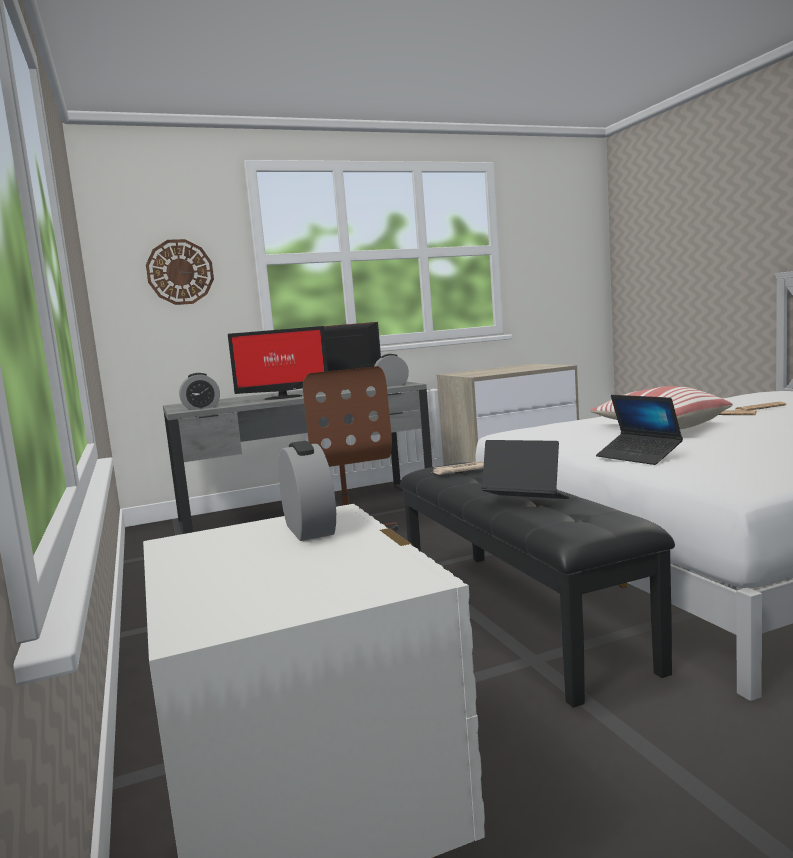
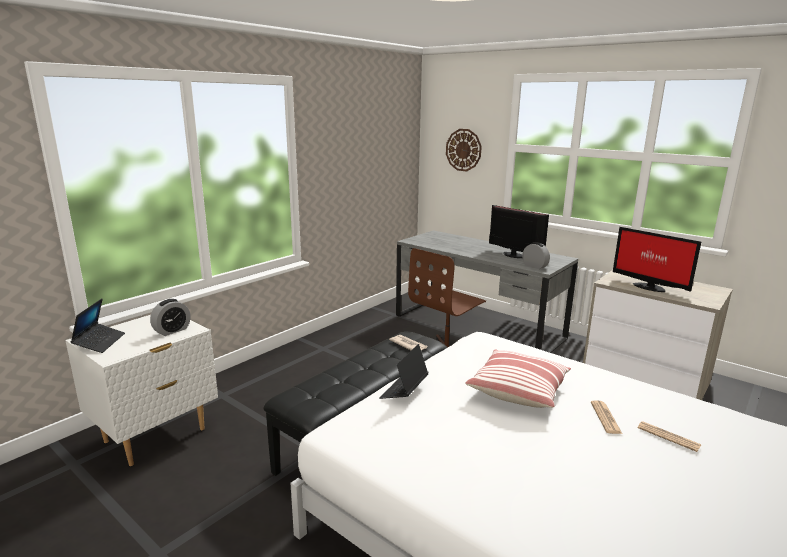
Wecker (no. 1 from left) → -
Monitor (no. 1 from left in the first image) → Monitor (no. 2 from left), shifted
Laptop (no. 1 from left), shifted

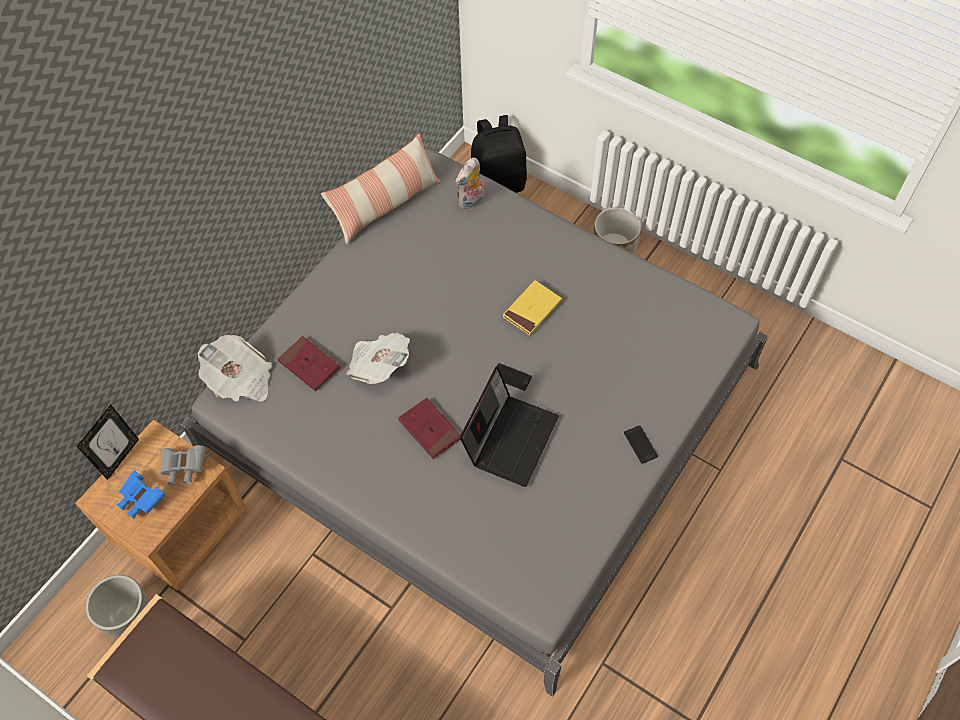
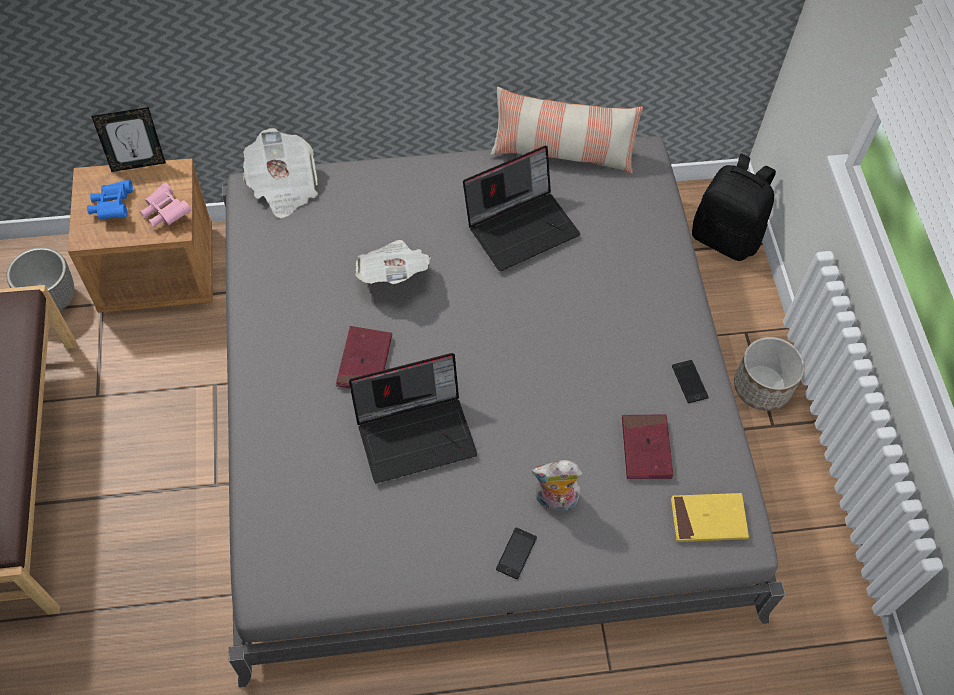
- → Laptop (no. 2 from left)
Buch/rot (no. 1 from left in the first image) → Buch/rot (no. 2 from left), shifted
Plüschtier, shifted
Handy (no. 1 from left in the first image) → Handy (no. 2 from left), shifted
Buch/gelb, shifted
Fernglas/grau → Fernglas/rosa

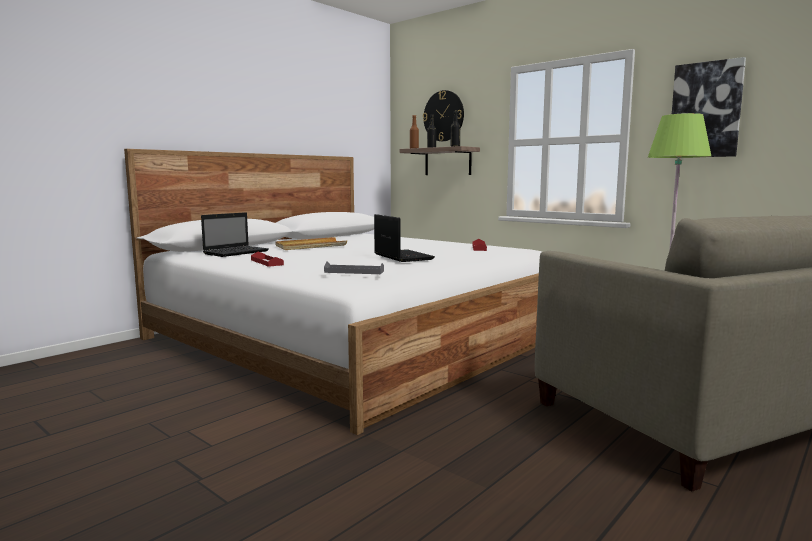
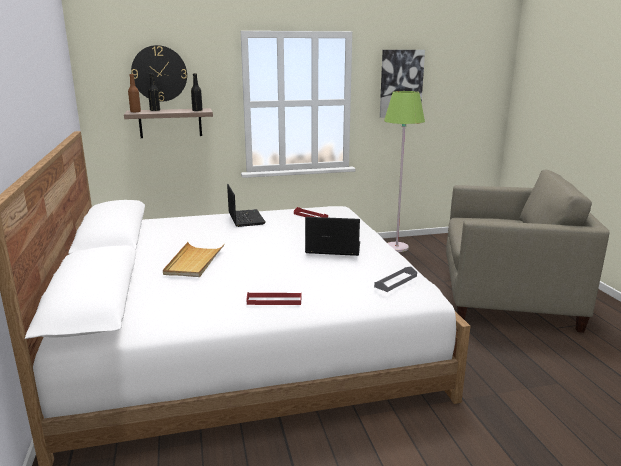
Laptop (no. 1 from left), shifted

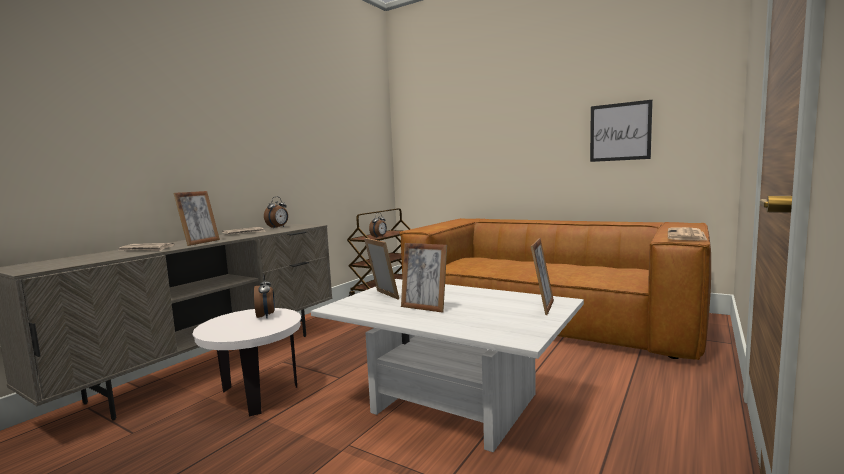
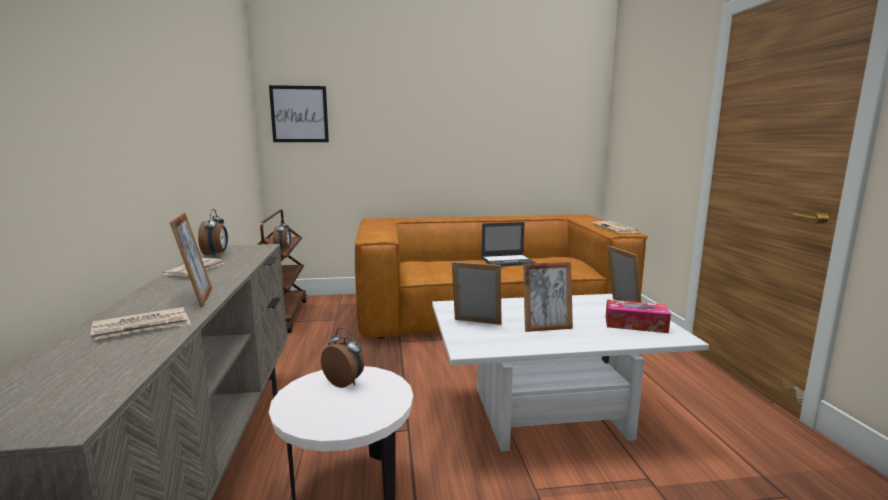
- → Laptop
- → Taschentuchbox
Bild, shifted

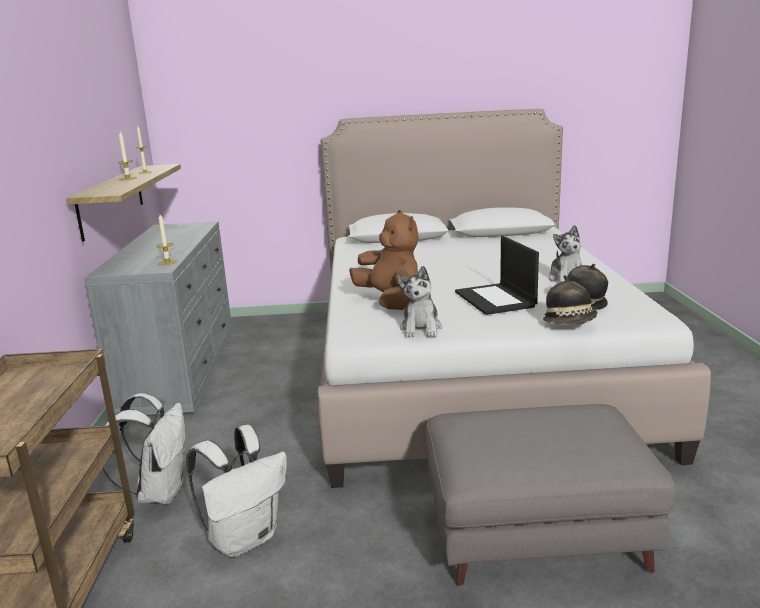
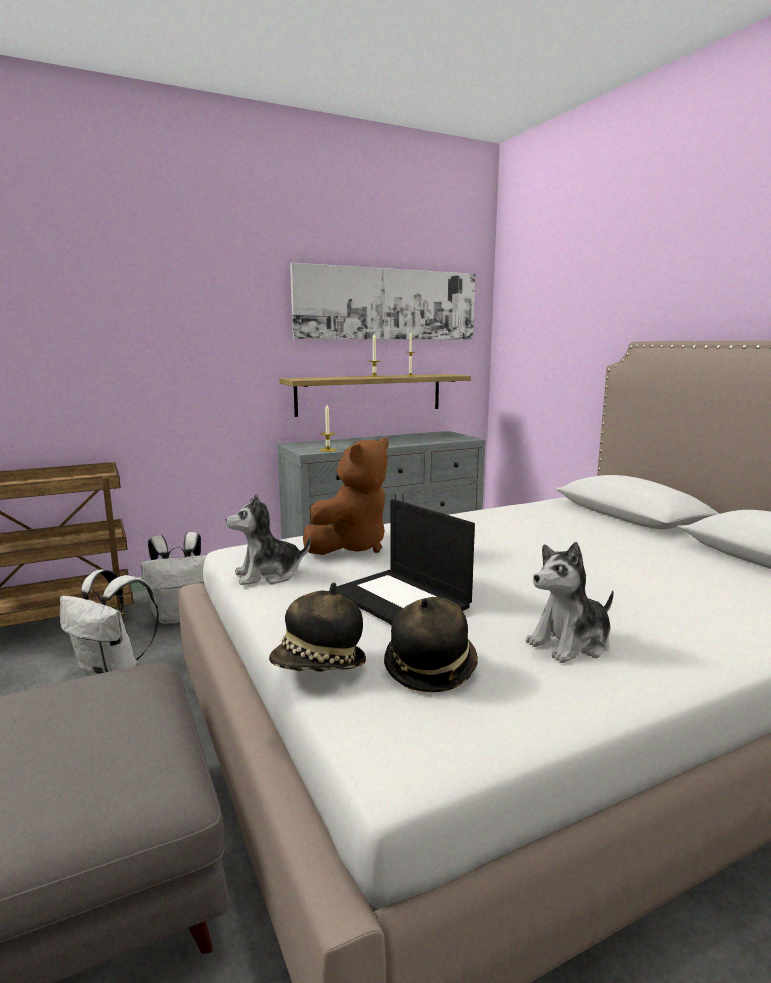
- → Bild
Laptop, 90 degrees counterclockwise

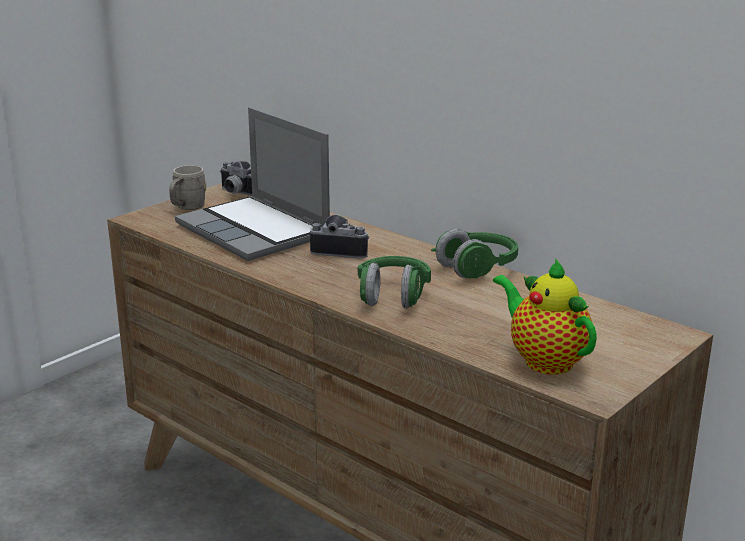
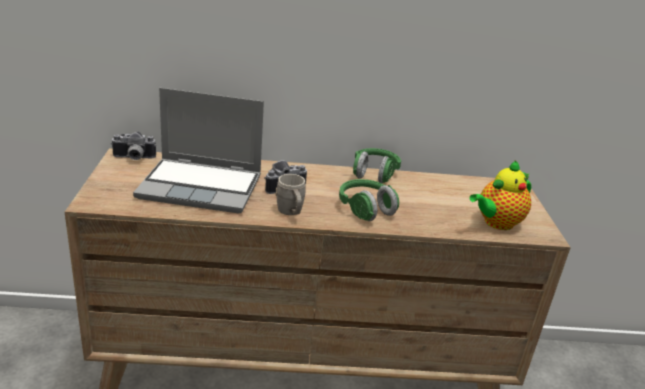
Henkelbecher/grau, shifted
Teekanne, 45 degrees counterclockwise

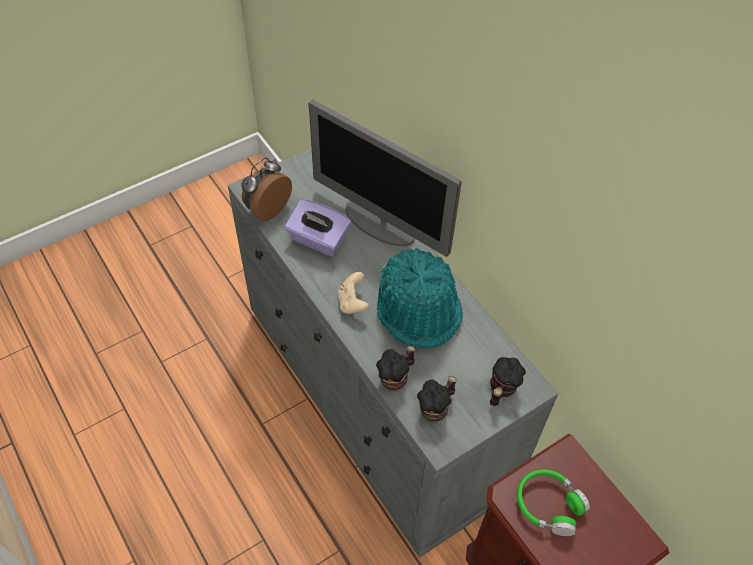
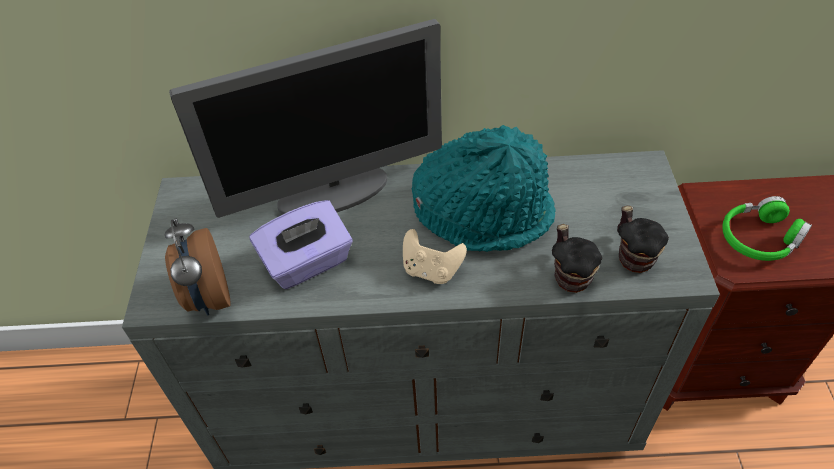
Henkelbecher (no. 3 from left) → -

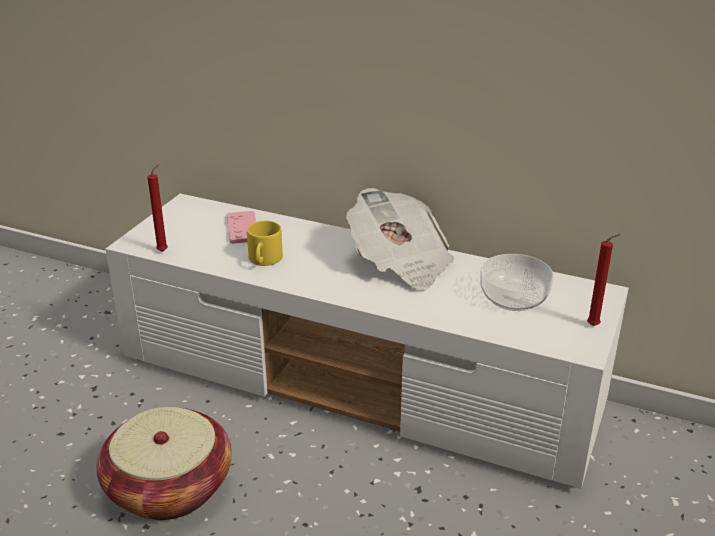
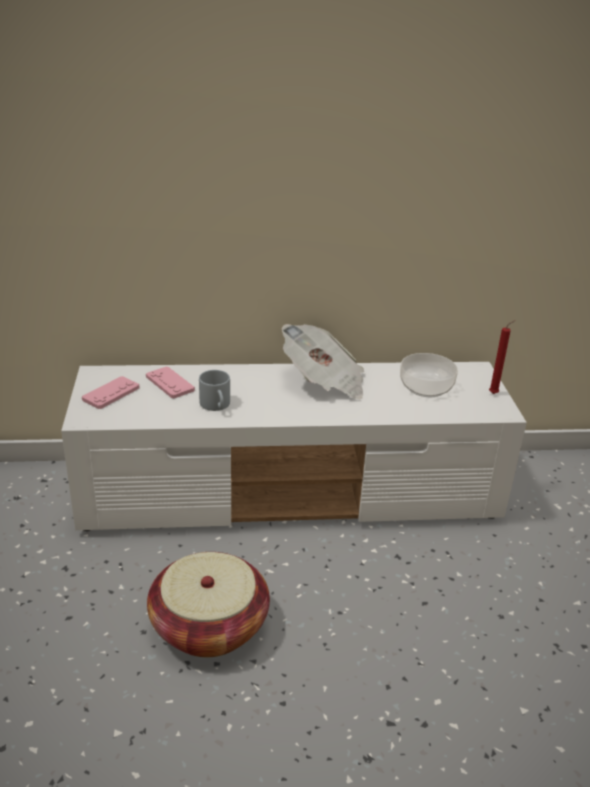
Kerze/rot (no. 1 from left) → -
- → Gamepad/rosa (no. 1 from left)
Henkelbecher/gelb → Henkelbecher/grau

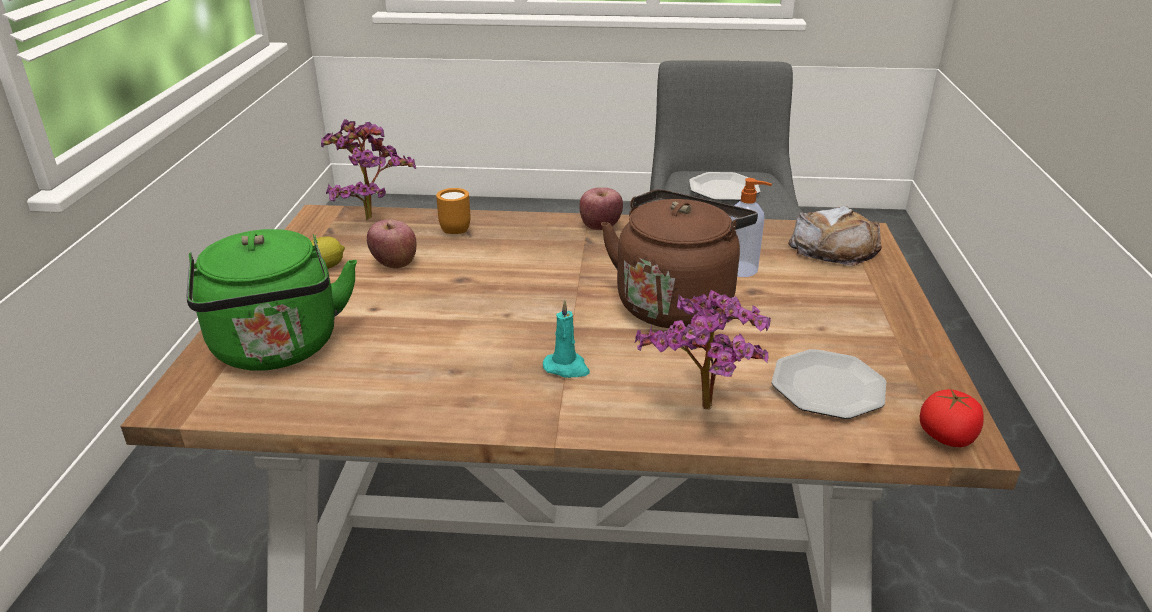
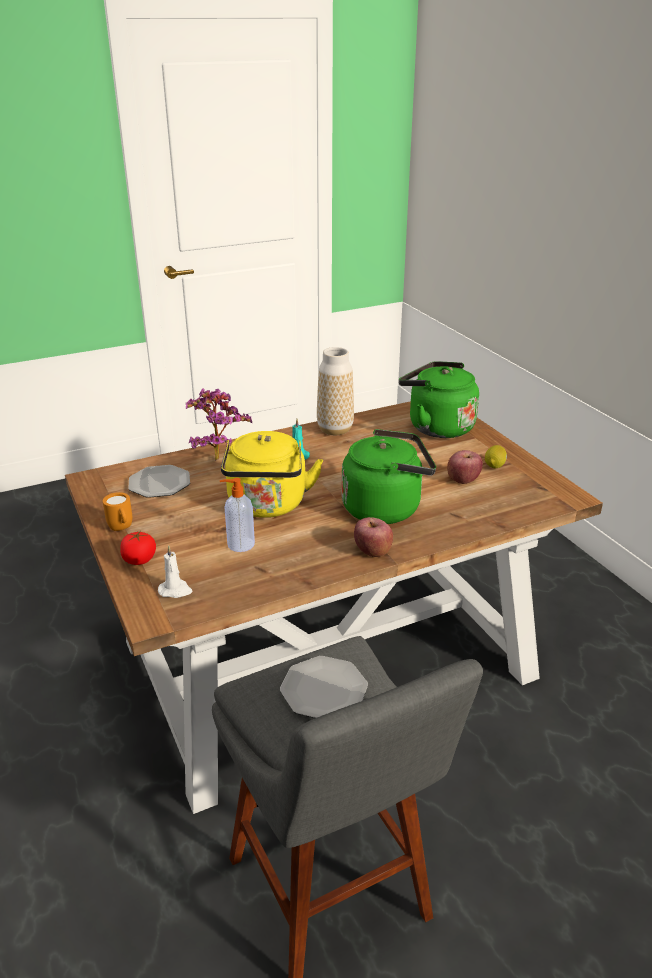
Topfpflanze (no. 1 from left) → -
- → Vase
- → Wasserkessel/grün (no. 1 from left)
Henkelbecher/orange, shifted
Tomate, shifted
Brot → Kerze/weiß
Wasserkessel/braun → Wasserkessel/gelb

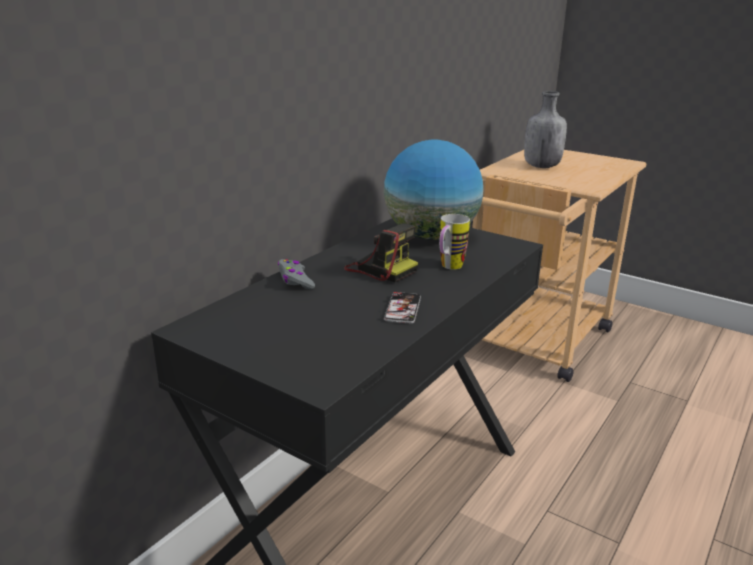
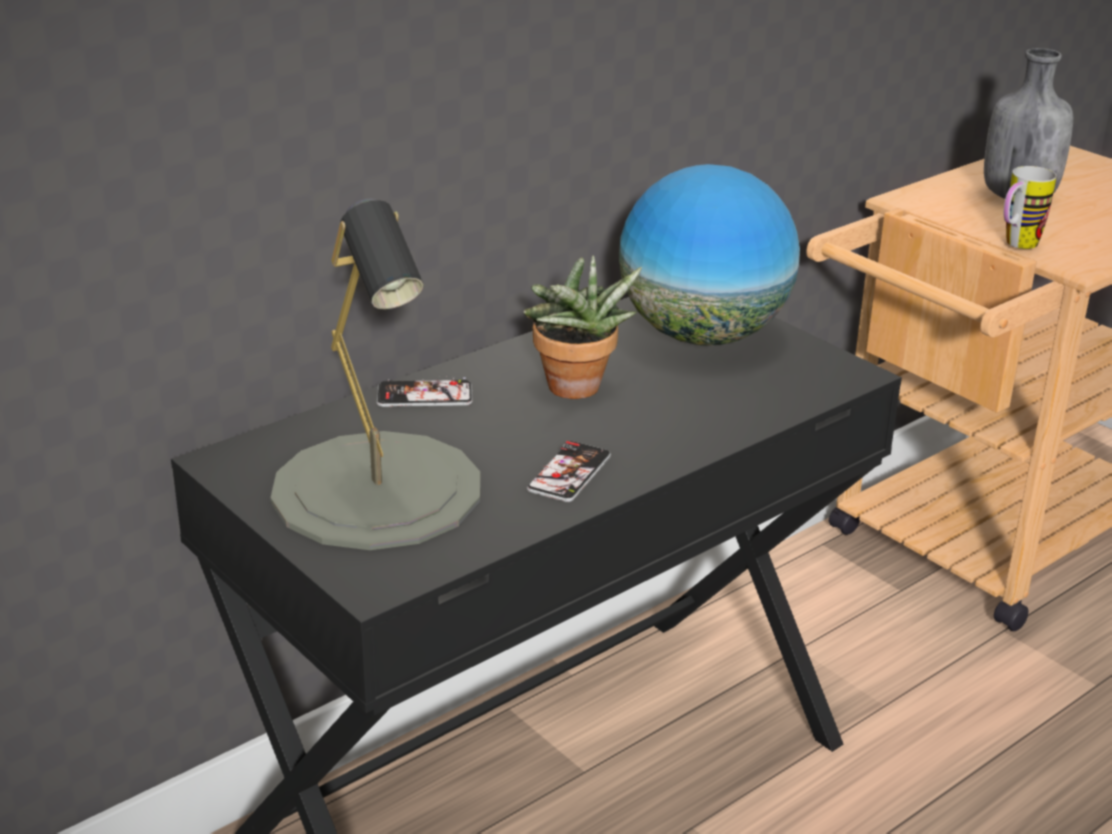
- → Tischlampe/grau
Henkelbecher, shifted
Gamepad/grau → Handy (no. 1 from left)
Kamera → Topfpflanze

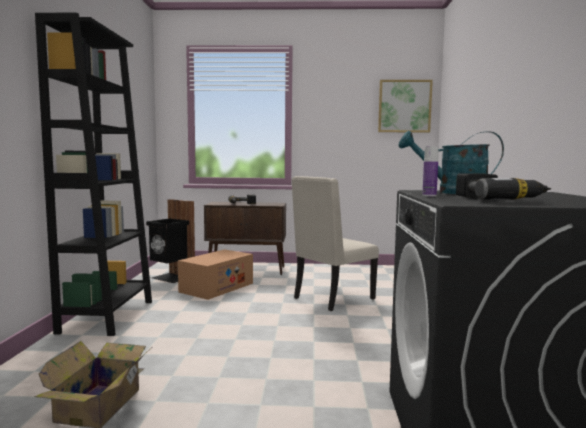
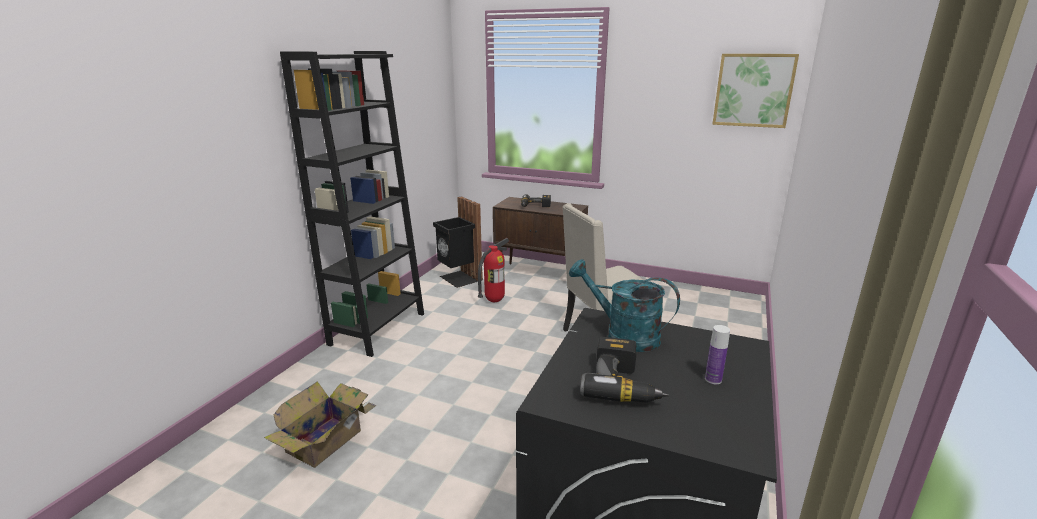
Flasche, shifted
Karton (no. 2 from left) → Feuerlöscher

